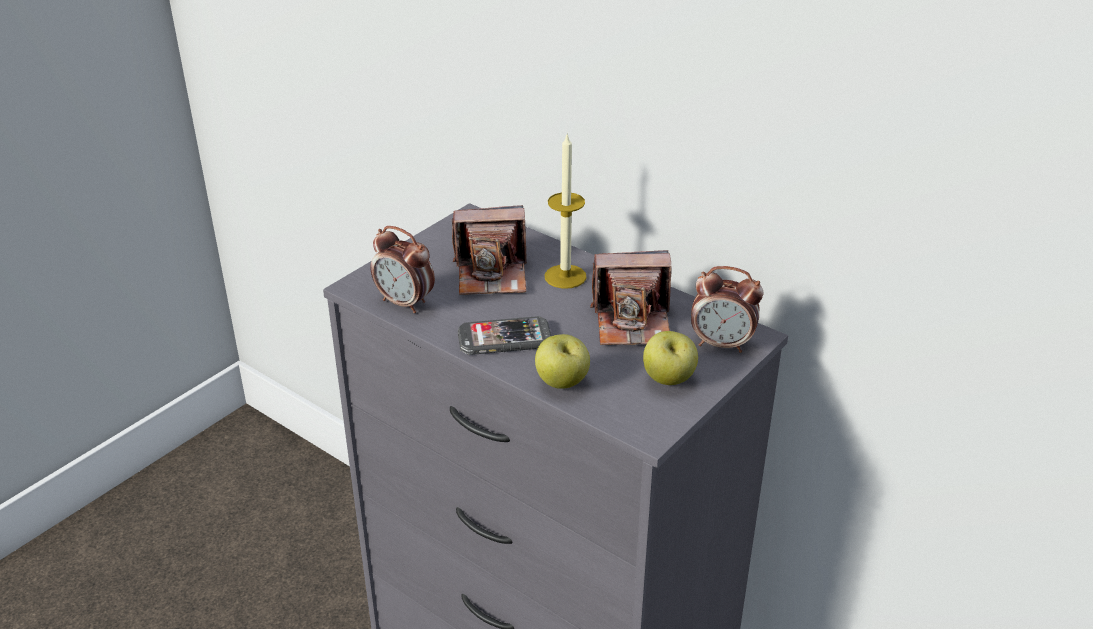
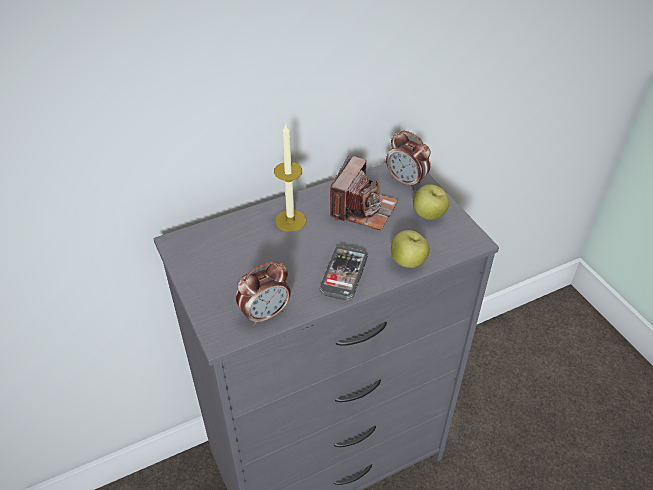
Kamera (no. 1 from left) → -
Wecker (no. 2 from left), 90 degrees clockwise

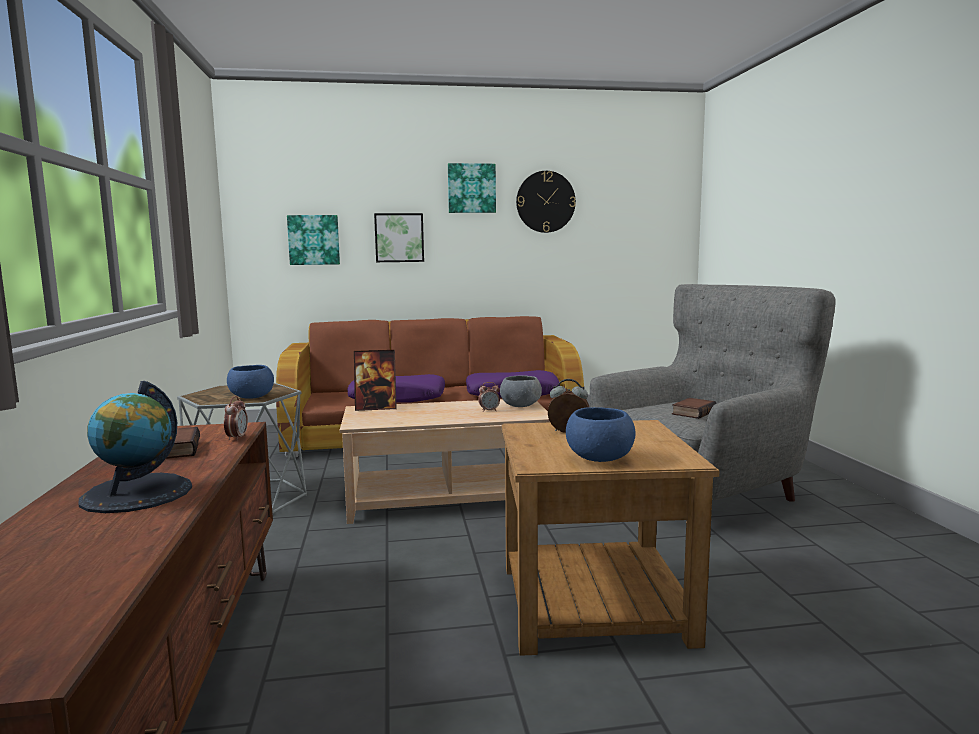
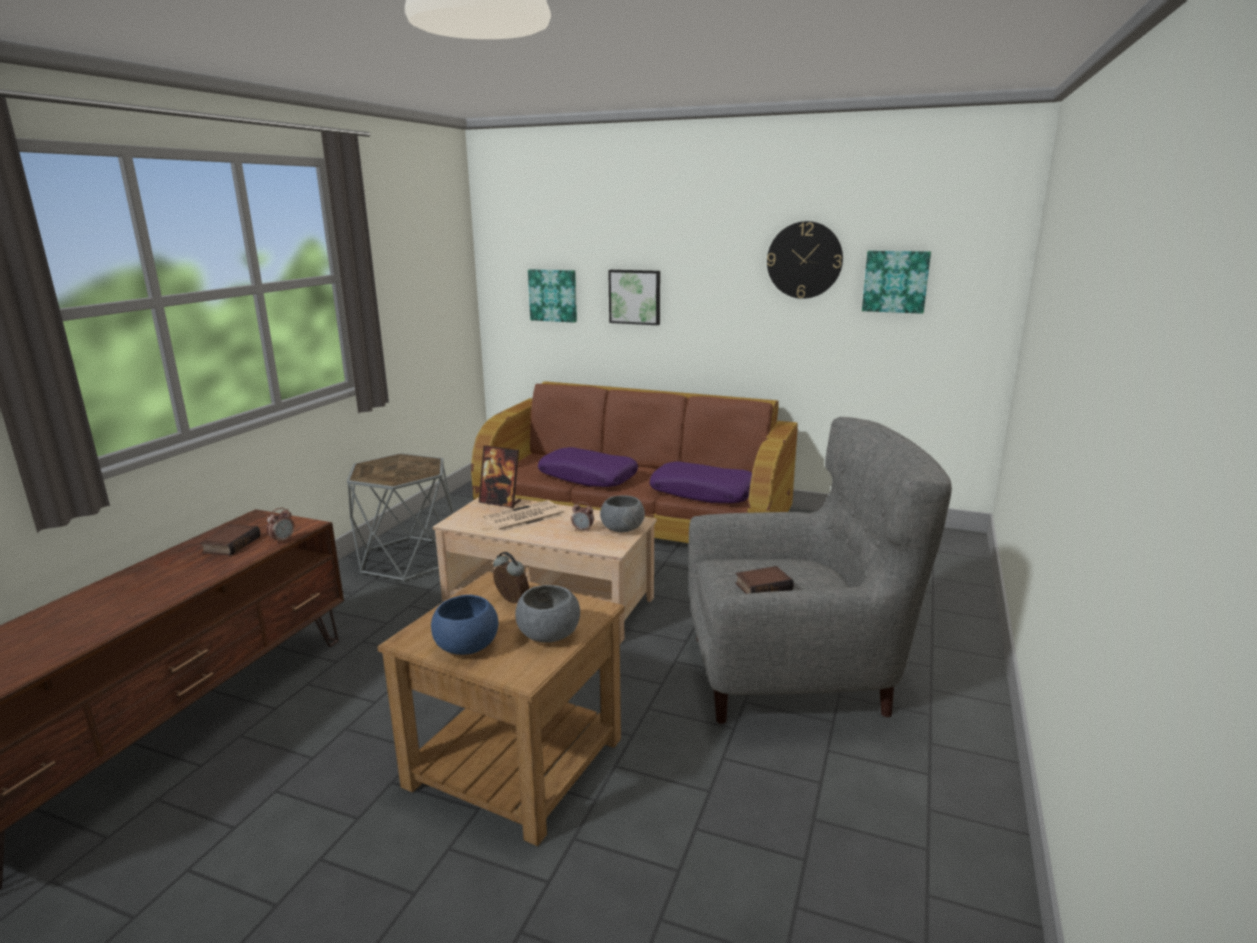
Globus → -
Schüssel/blau (no. 1 from left) → -
- → Zeitung
- → Schüssel/grau (no. 1 from left)
Bild (no. 3 from left), shifted

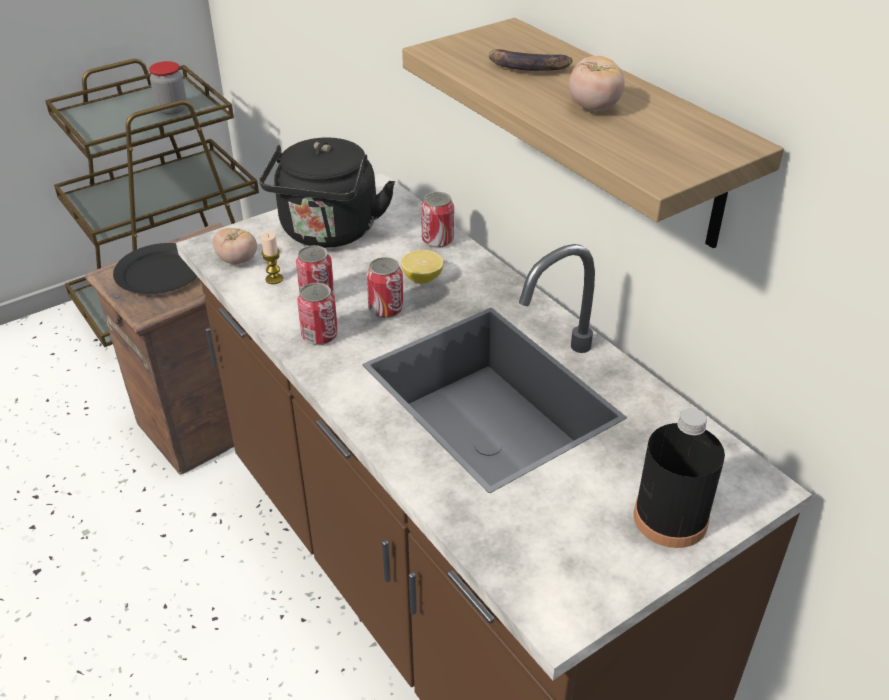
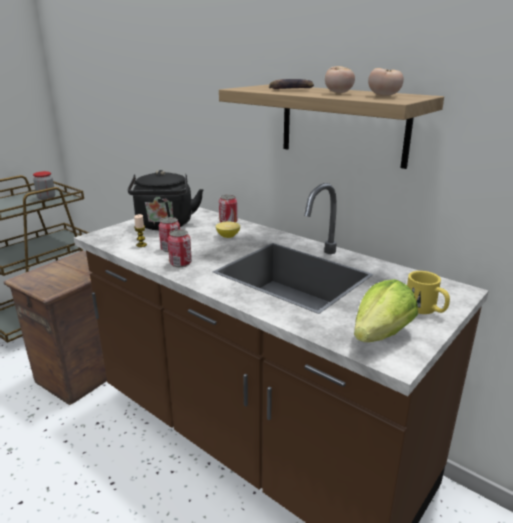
Teller/schwarz → -
Dose (no. 3 from left) → -
- → Salatkopf
Tomate (no. 1 from left in the first image) → Tomate (no. 2 from left), shifted
Flasche/schwarz → Henkelbecher/gelb

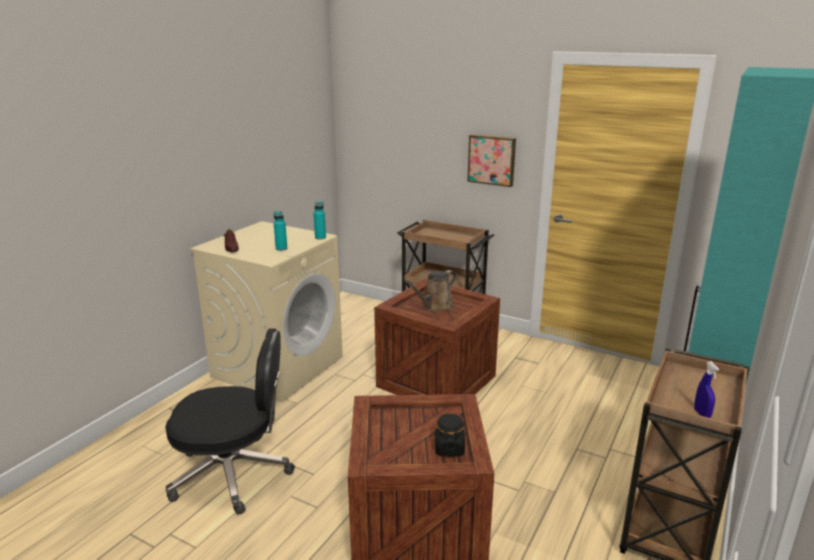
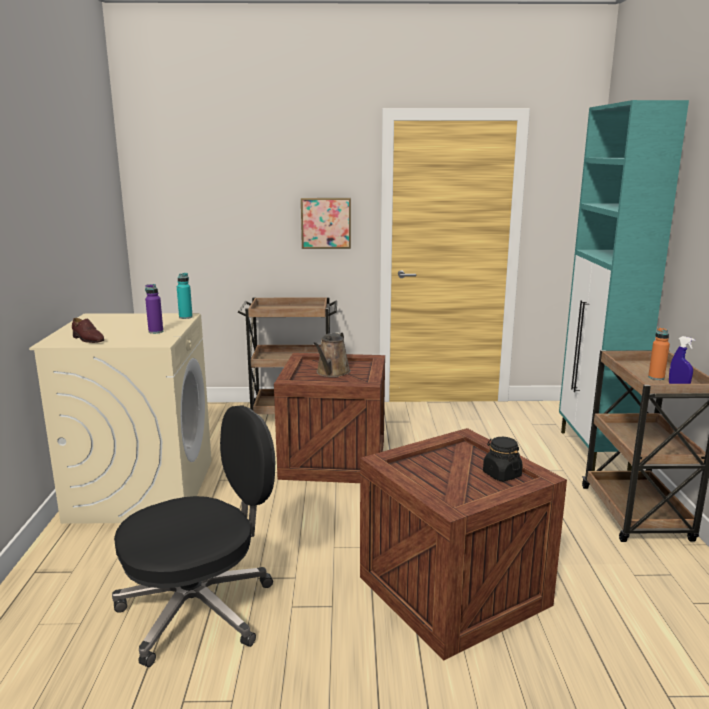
- → Flasche/orange
Flasche/türkis (no. 1 from left) → Flasche/lila

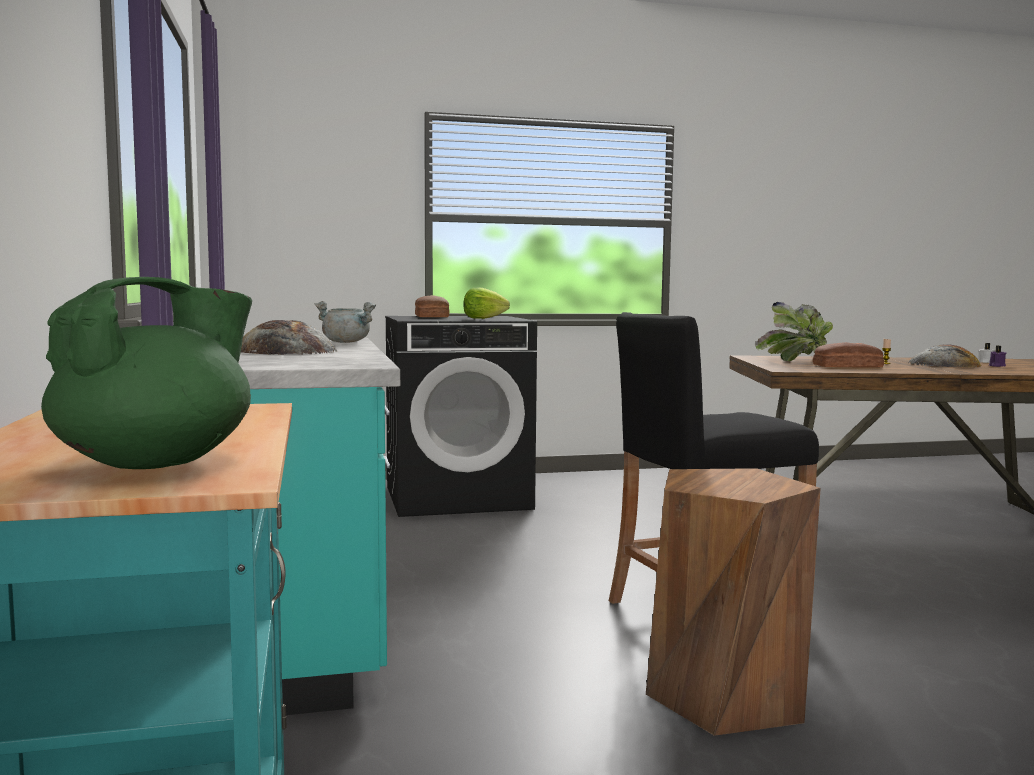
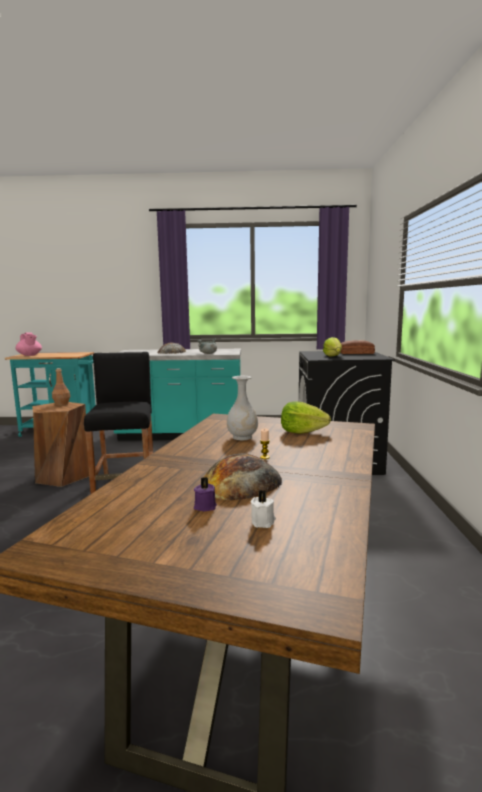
- → Flasche/braun
Topfpflanze → Salatkopf (no. 1 from left)
Brot (no. 3 from left) → Vase/weiß
Teekanne/grün → Teekanne/rosa

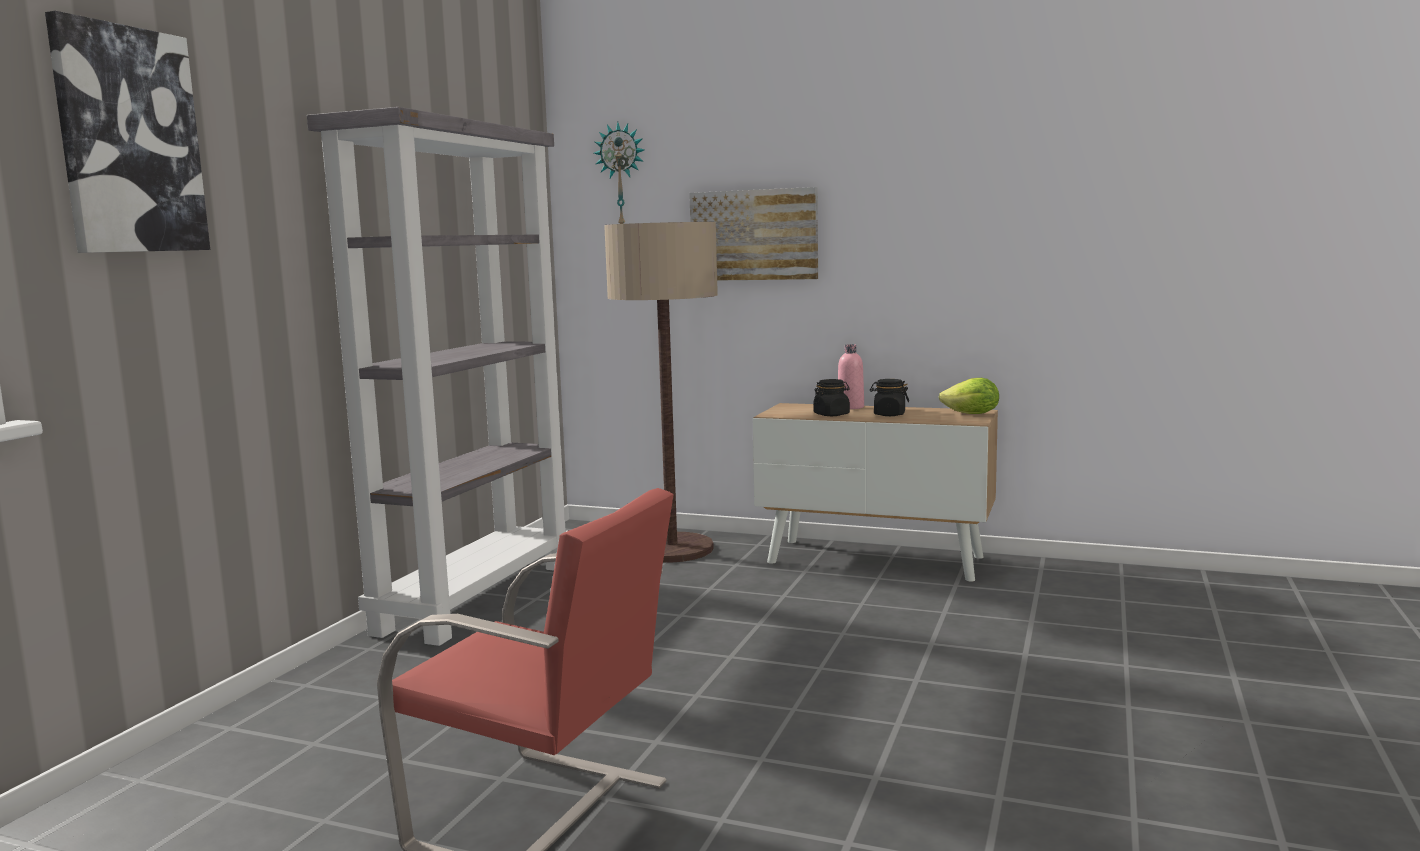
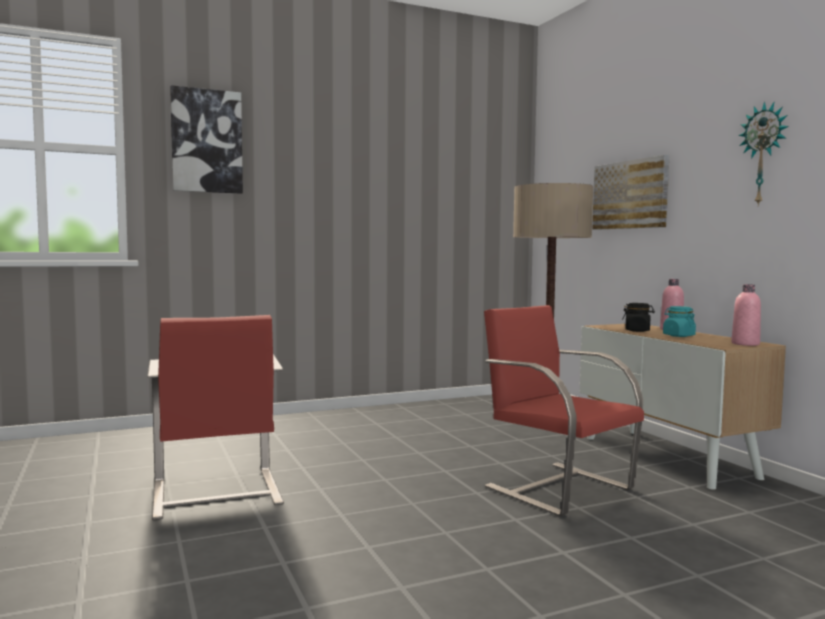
Bücherregal/grau → -
- → Stuhl/rot (no. 2 from left)
Wanduhr, shifted
Salatkopf → Flasche/rosa (no. 2 from left)
Vorratsglas/schwarz (no. 2 from left) → Vorratsglas/türkis

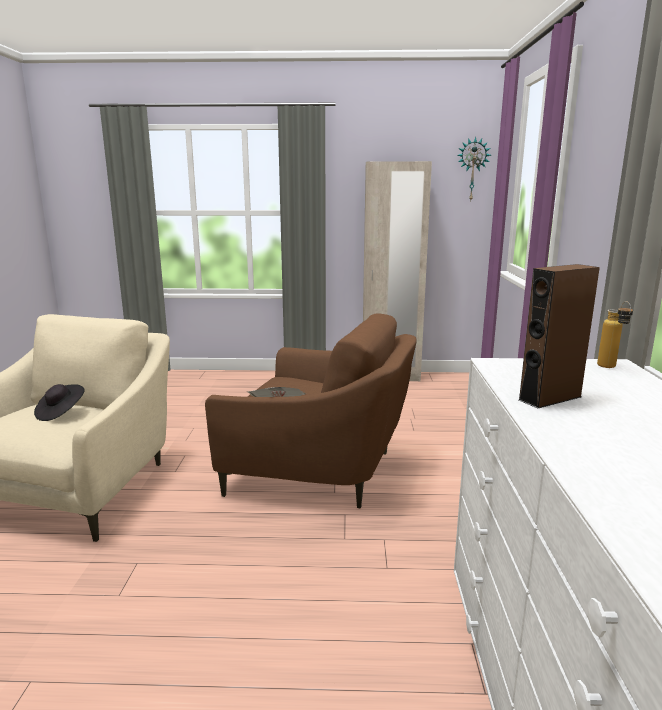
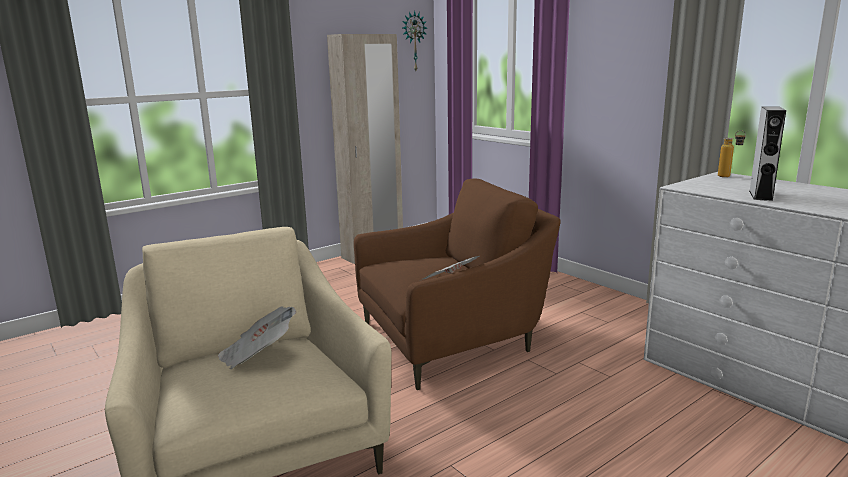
Hut/schwarz → Zeitung (no. 1 from left)
Lautsprecher/braun → Lautsprecher/grau

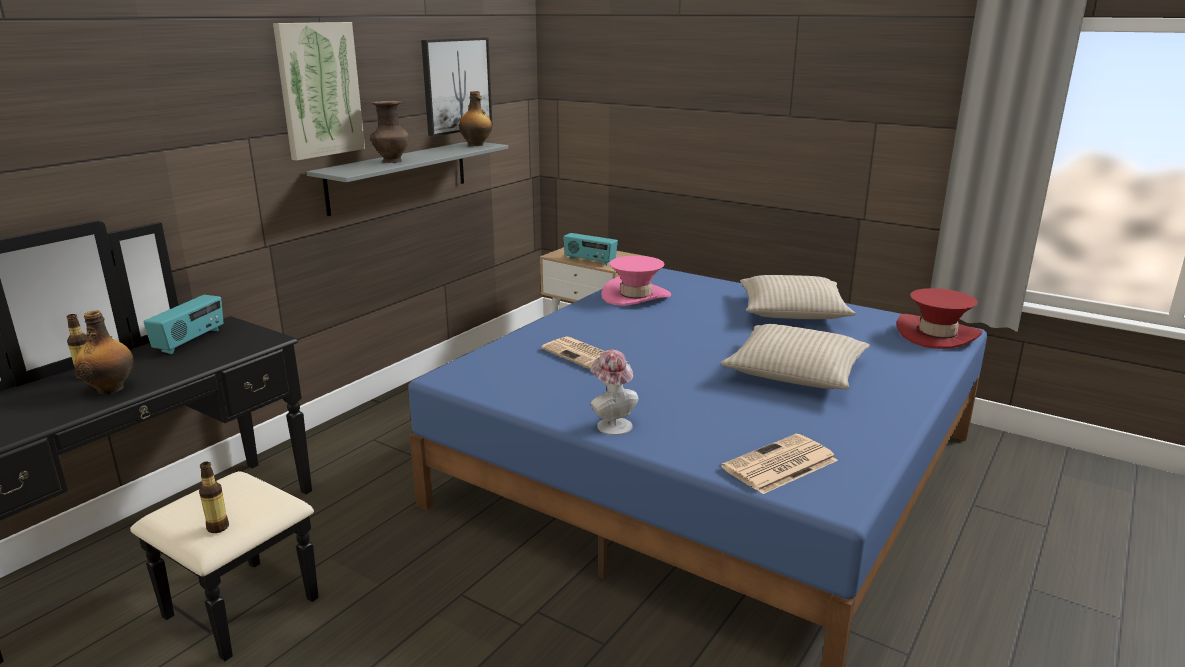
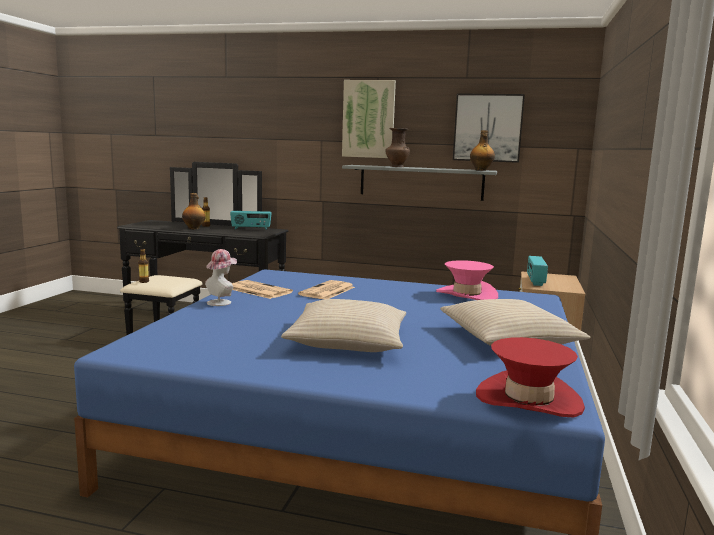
Zeitung (no. 2 from left in the first image) → Zeitung (no. 1 from left), shifted

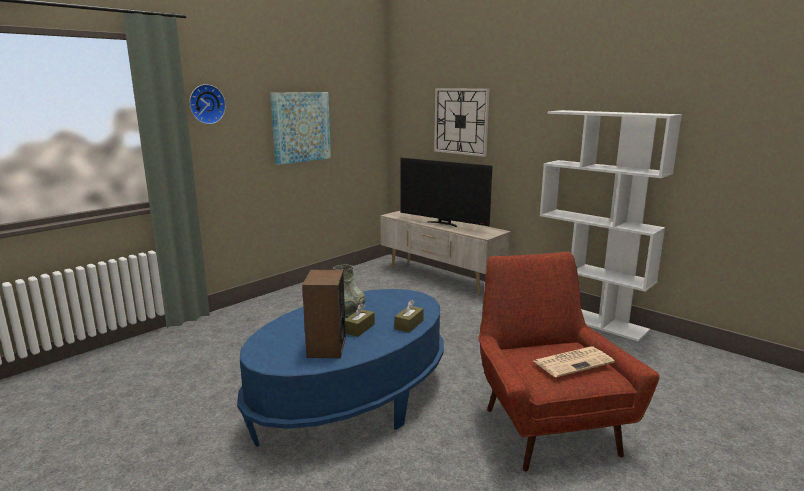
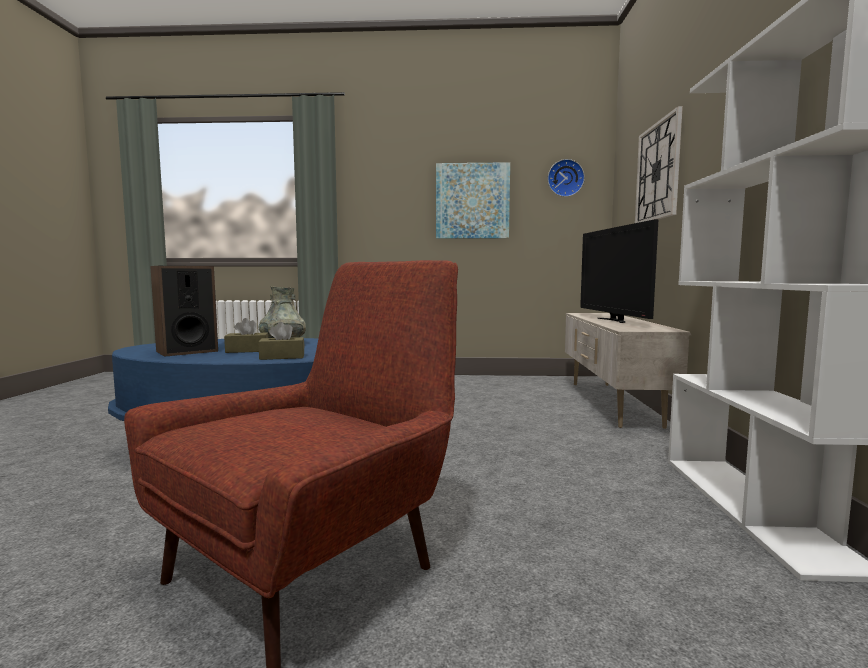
Zeitung → -
Wanduhr (no. 1 from left), shifted

